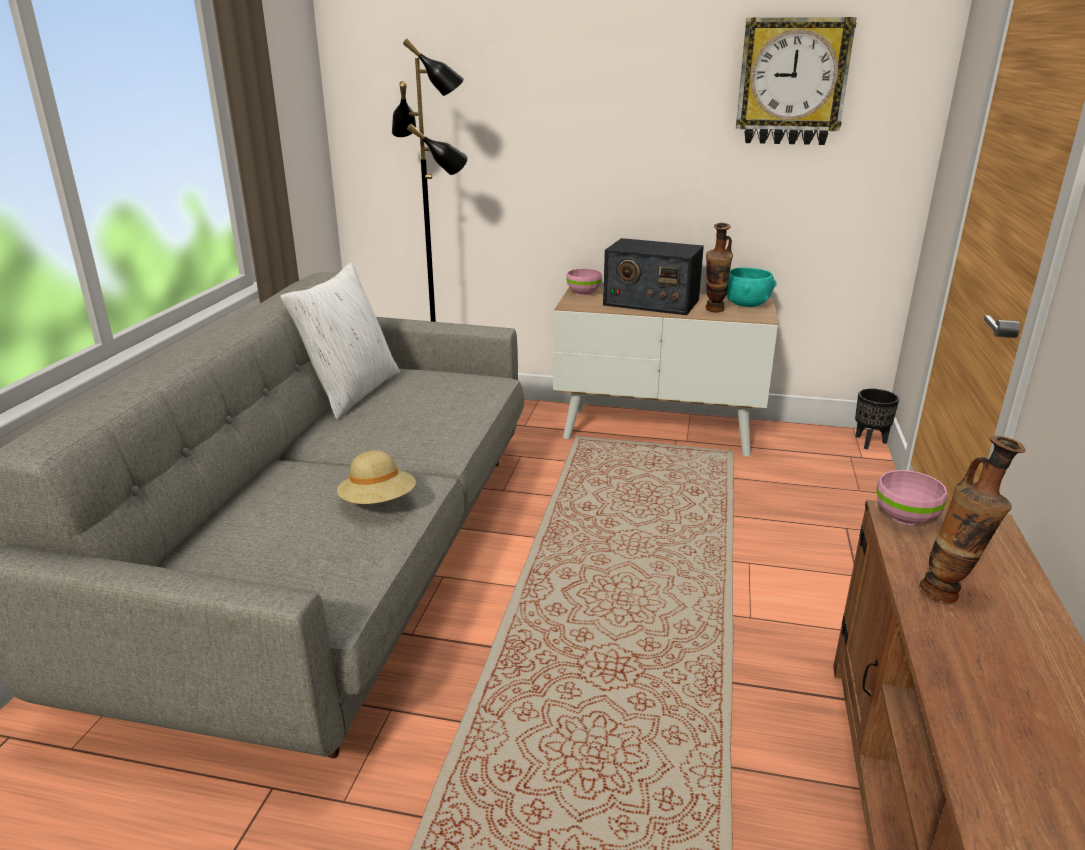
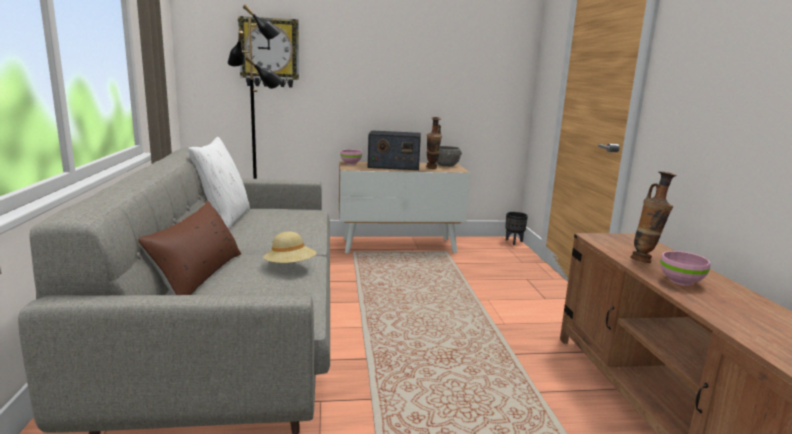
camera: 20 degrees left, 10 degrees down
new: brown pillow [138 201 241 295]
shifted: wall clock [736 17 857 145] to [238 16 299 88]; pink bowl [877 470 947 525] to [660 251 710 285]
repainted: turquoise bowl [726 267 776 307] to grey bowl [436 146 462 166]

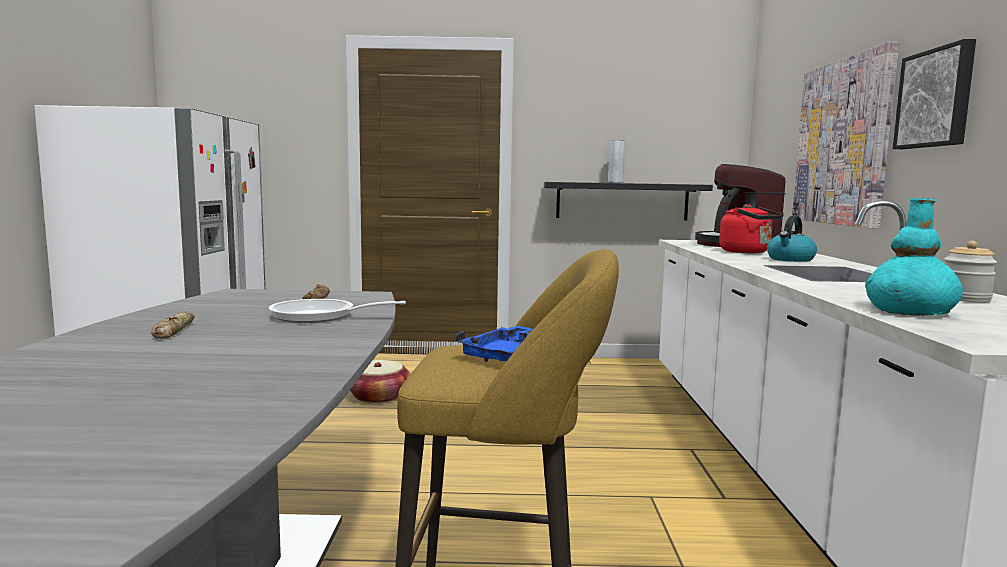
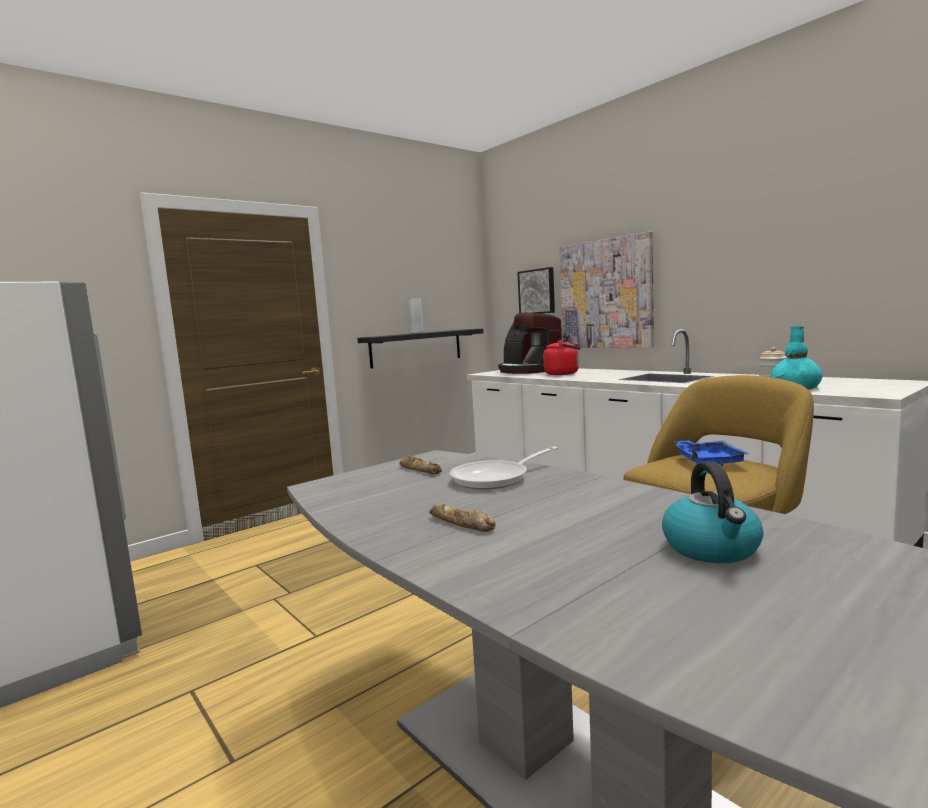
camera: 40 degrees left, 0 degrees up
gone: basket [350 360 410 403]
shifted: kettle [767 216 817 262] to [662 461 764 563]; picture [893 39 976 149] to [517 267 555 313]

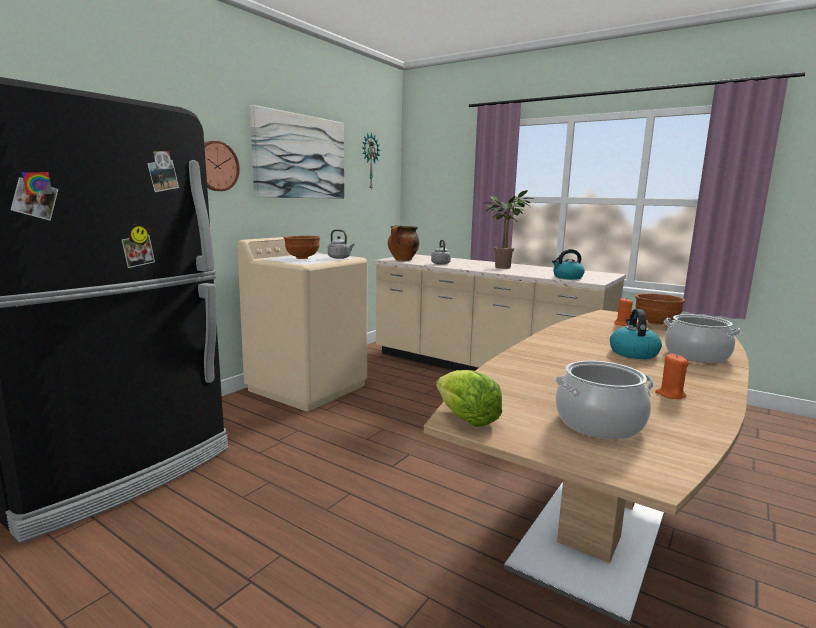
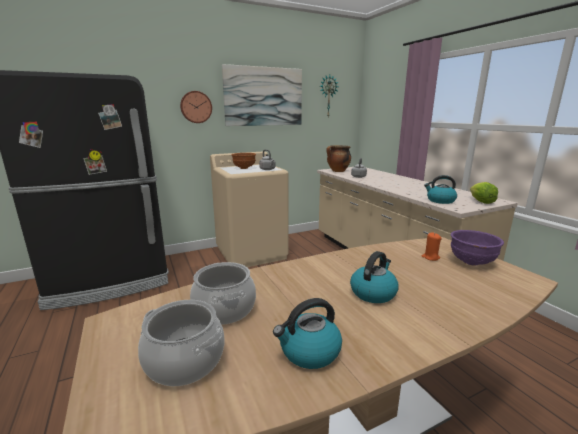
camera: 30 degrees right, 5 degrees up
gone: potted plant [485 190 534 269]
shifted: lettuce [436 370 502 426] to [470 182 498 204]; cooking pot [664 314 742 363] to [190 262 256 325]
swapped: orange candle [655 354 689 399] to kettle [273 298 342 369]
repainted: brown bowl [635 294 685 325] to purple bowl [450 230 504 266]

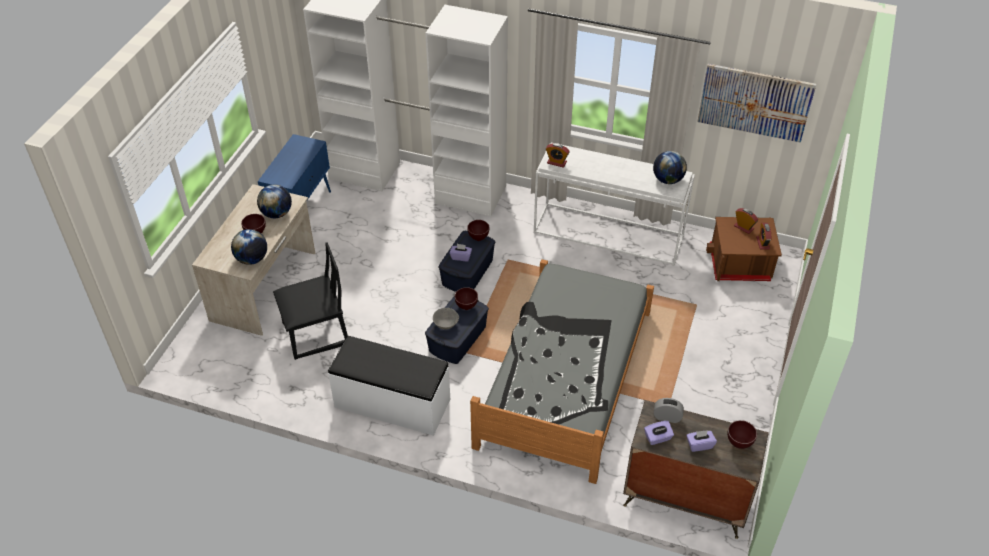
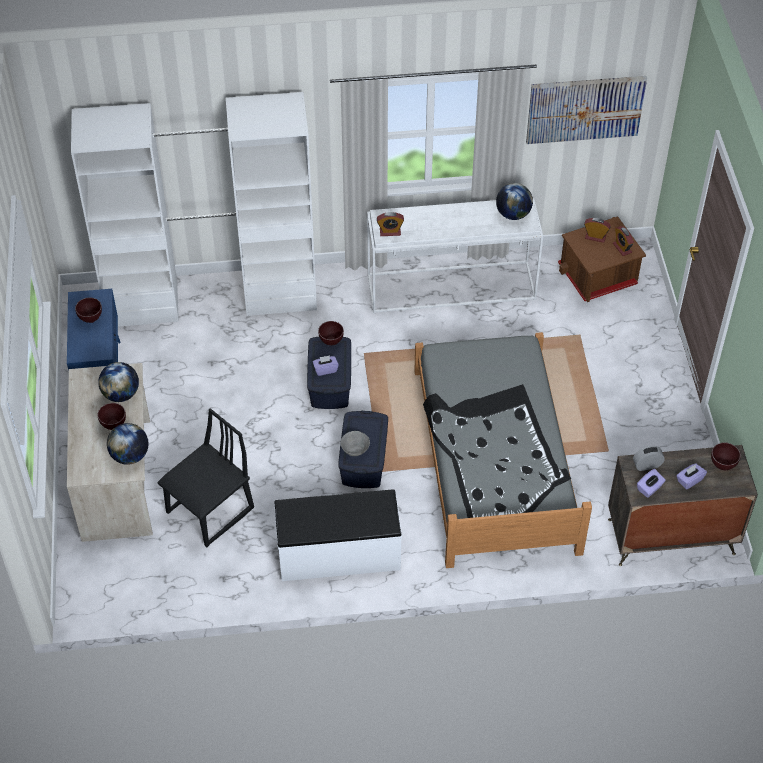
camera: 25 degrees left, 5 degrees up
shifted: brown bowl [455 287 478 310] to [75 298 102 323]

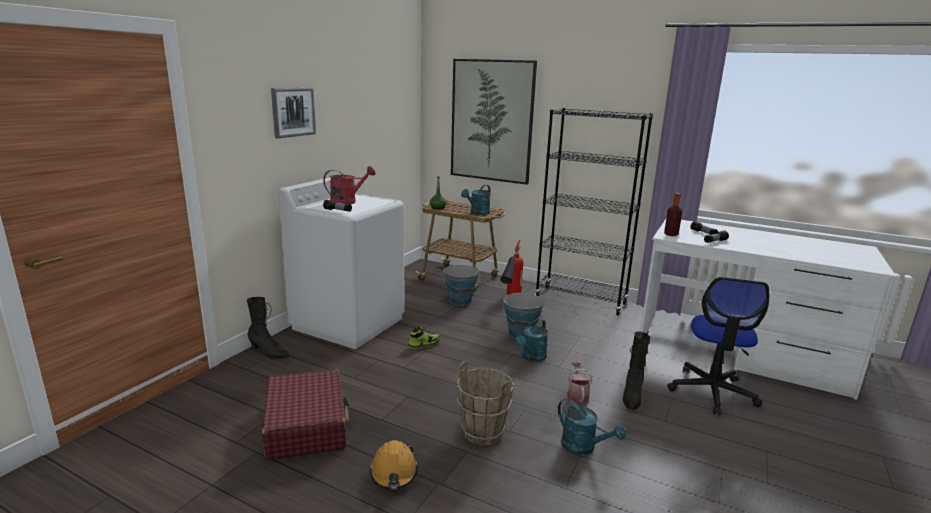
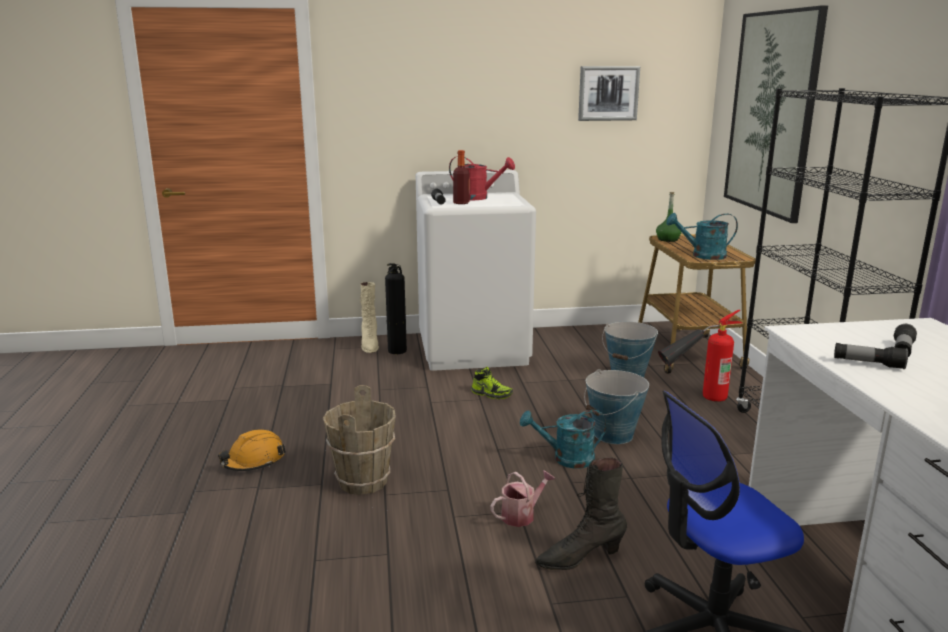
camera: 55 degrees right, 0 degrees up
gone: red suitcase [262 369 349 461]; turquoise watering can [558 398 626 455]
new: fire extinguisher [385 263 407 354]
shifted: picture [271 88 316 139] to [578 66 640 121]; bottle [664 193 682 236] to [453 150 469 204]
repainted: black boot [247 297 289 360] to beige boot [360 282 379 353]

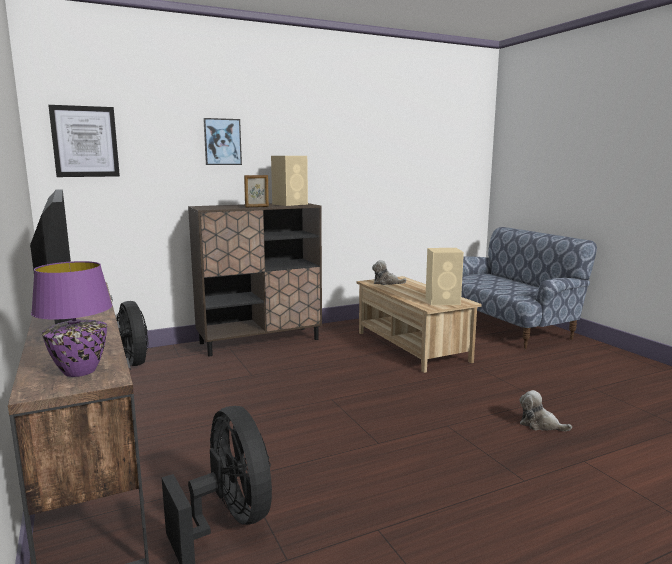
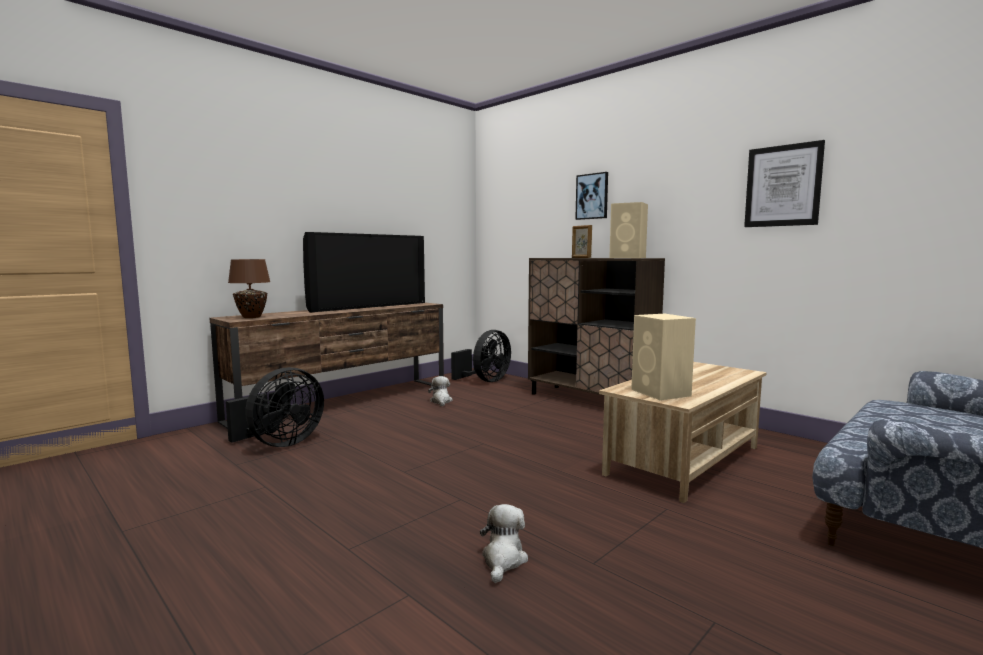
camera: 70 degrees right, 5 degrees down
shifted: picture [48 105 120 177] to [744 140 825 227]; plush toy [372 260 407 285] to [428 376 453 406]
repainted: purple table lamp [31 261 112 377] to brown table lamp [228 259 270 318]

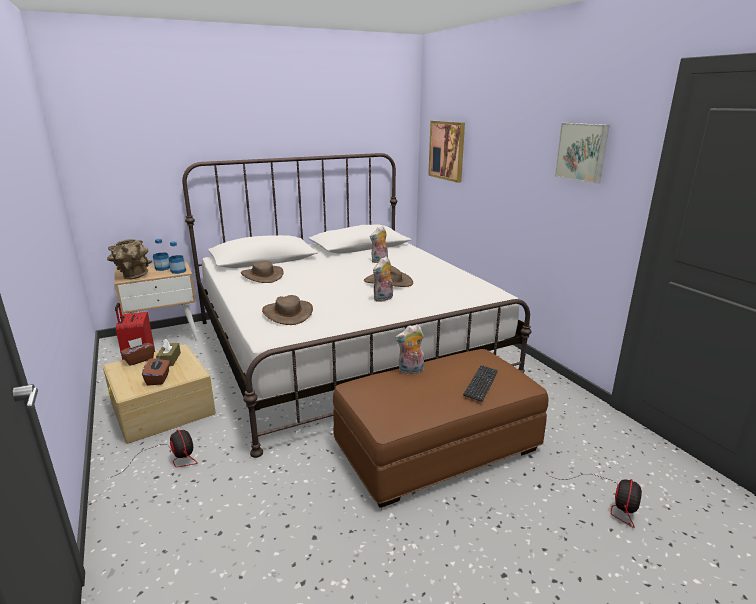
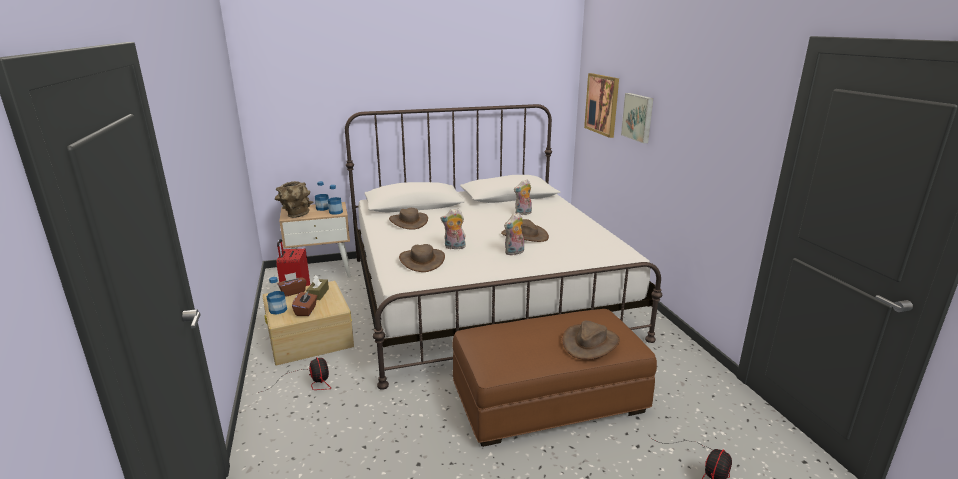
camera: 10 degrees right, 0 degrees up
new: bottle [267 277 287 314]
shifted: plush toy [395 324 424 375] to [440 209 466 249]; picture [555 123 610 184] to [621 93 653 143]
swapped: keyboard [463 365 498 402] to brown hat [563 321 620 359]

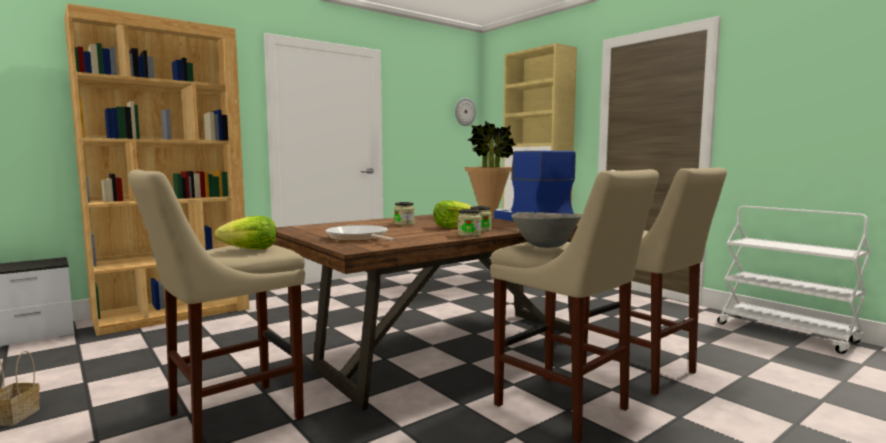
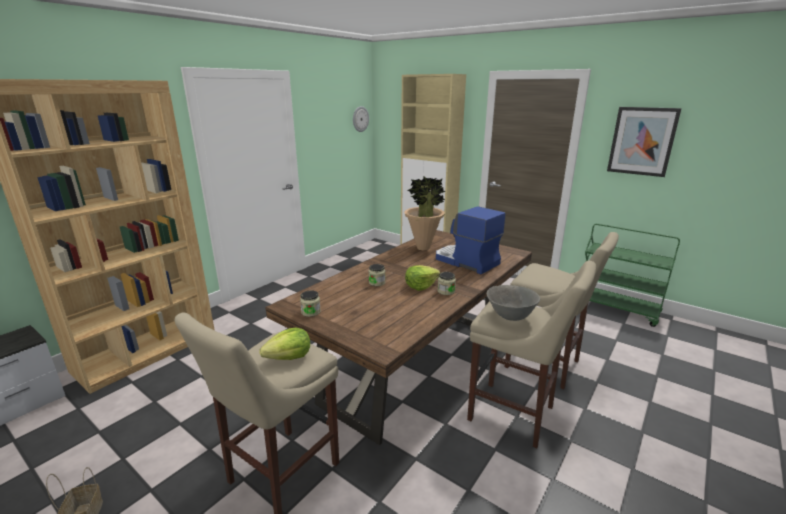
camera: 15 degrees left, 15 degrees up
gone: frying pan [326 225 396 241]
new: picture [607 107 682 177]
shifted: jar [458 209 481 237] to [300 290 321 317]
repainted: white cart [717 206 870 354] to green cart [585 223 680 327]

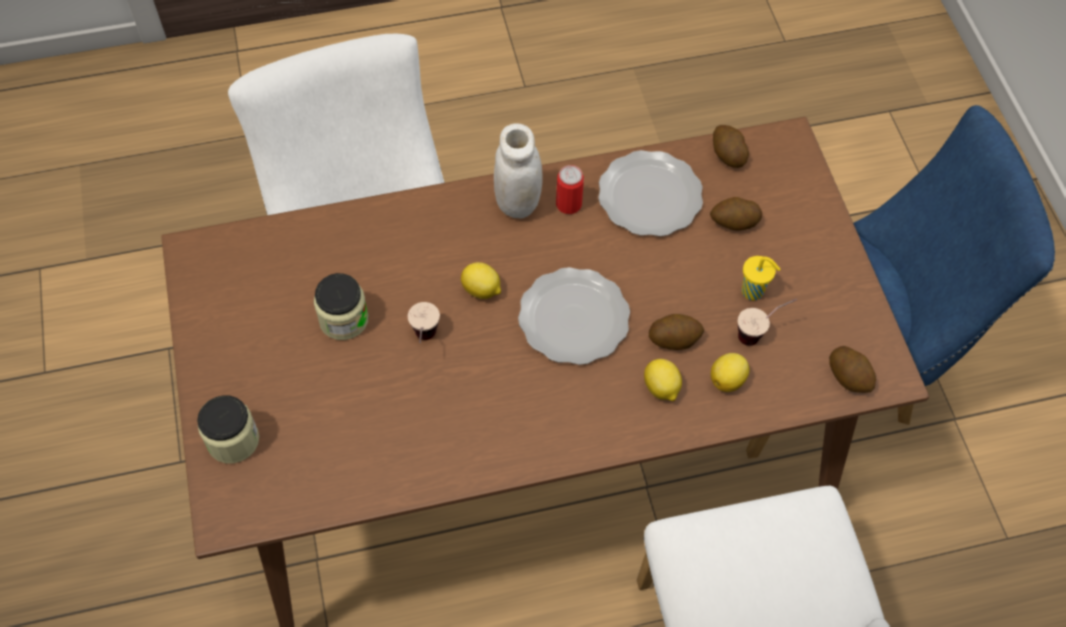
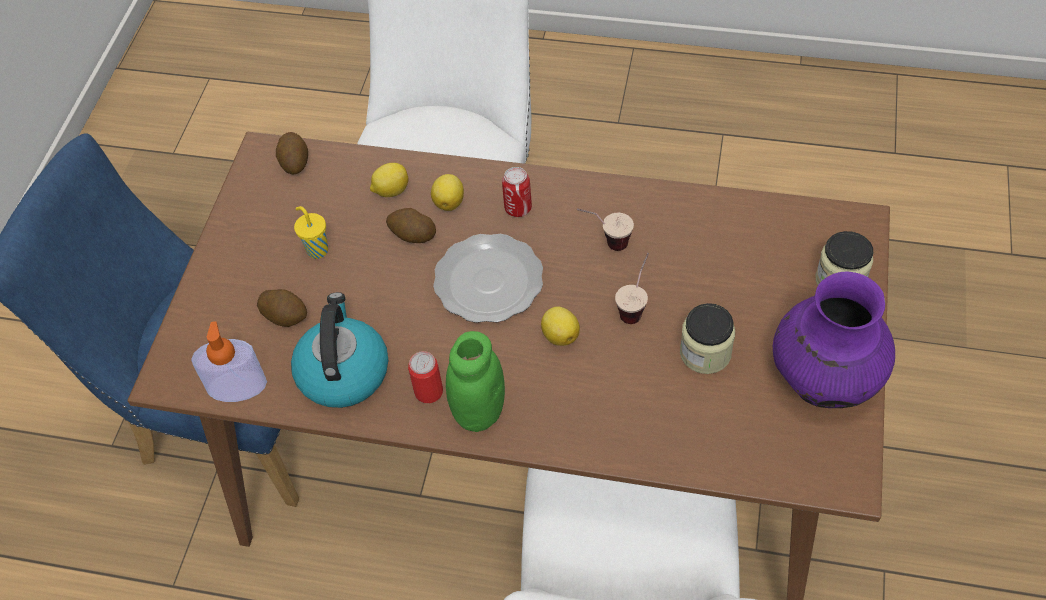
camera: 150 degrees left, 5 degrees down
new: can [502 167 532 217]; purple vase [773 272 895 408]
shifted: cup [738 299 797 346] to [577 208 634 251]
swapped: plate [598 150 703 237] to kettle [291 292 388 408]; potato [713 125 749 168] to soap dispenser [191 321 267 402]
repainted: white jar [494 123 543 219] to green jar [446 331 505 432]

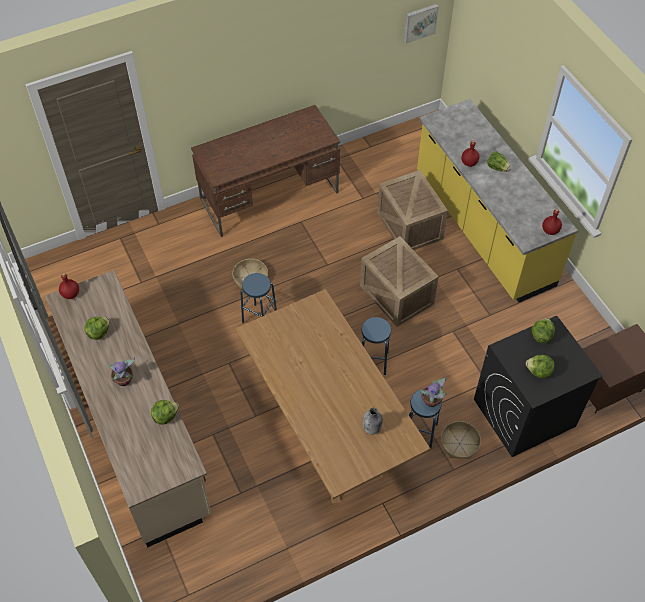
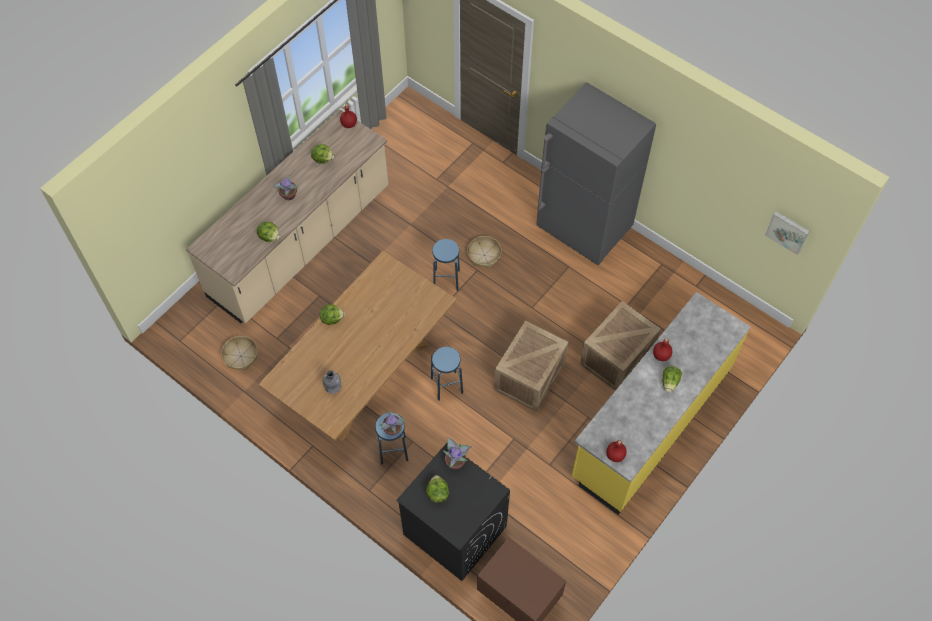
camera: 65 degrees right, 5 degrees up
new: potted plant [443 437 472 469]
shifted: basket [441 421 481 459] to [221 336 258 370]; lettuce [532 318 555 343] to [320 304 345 325]
swapped: brown desk [191 105 340 237] to grey fridge [536 82 656 265]

